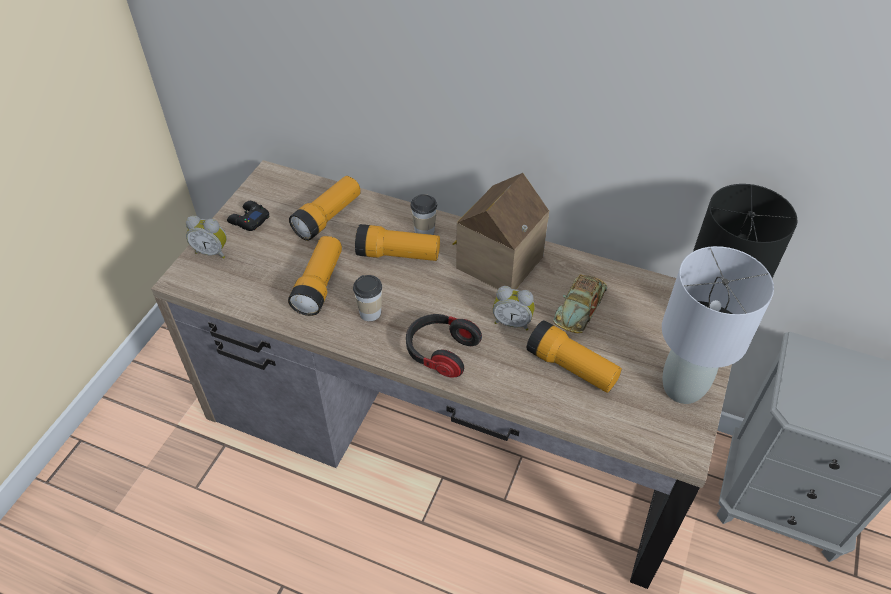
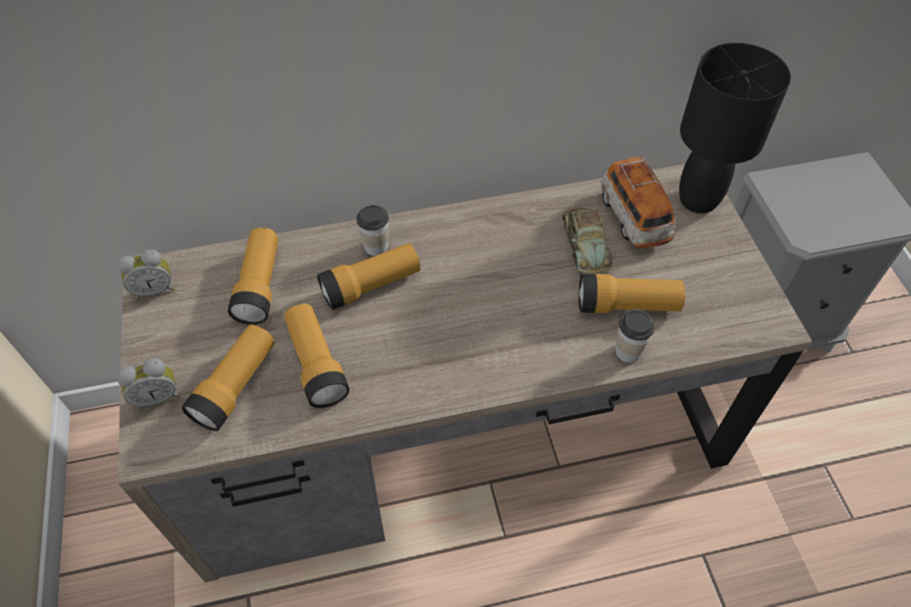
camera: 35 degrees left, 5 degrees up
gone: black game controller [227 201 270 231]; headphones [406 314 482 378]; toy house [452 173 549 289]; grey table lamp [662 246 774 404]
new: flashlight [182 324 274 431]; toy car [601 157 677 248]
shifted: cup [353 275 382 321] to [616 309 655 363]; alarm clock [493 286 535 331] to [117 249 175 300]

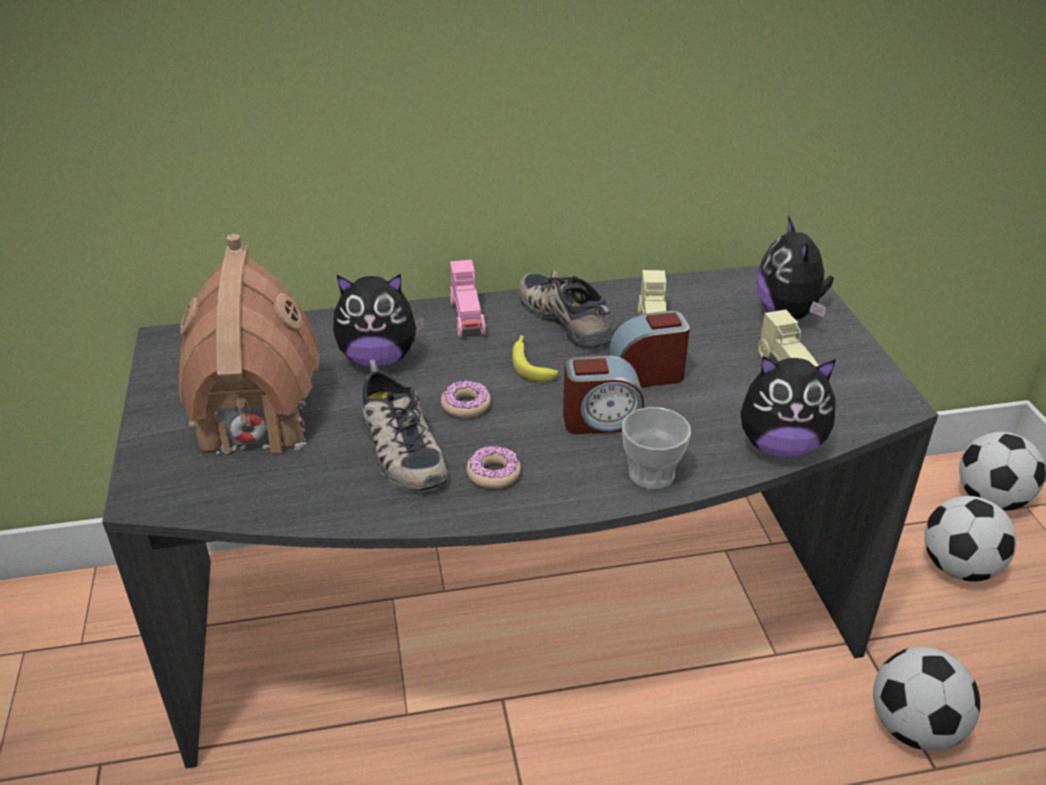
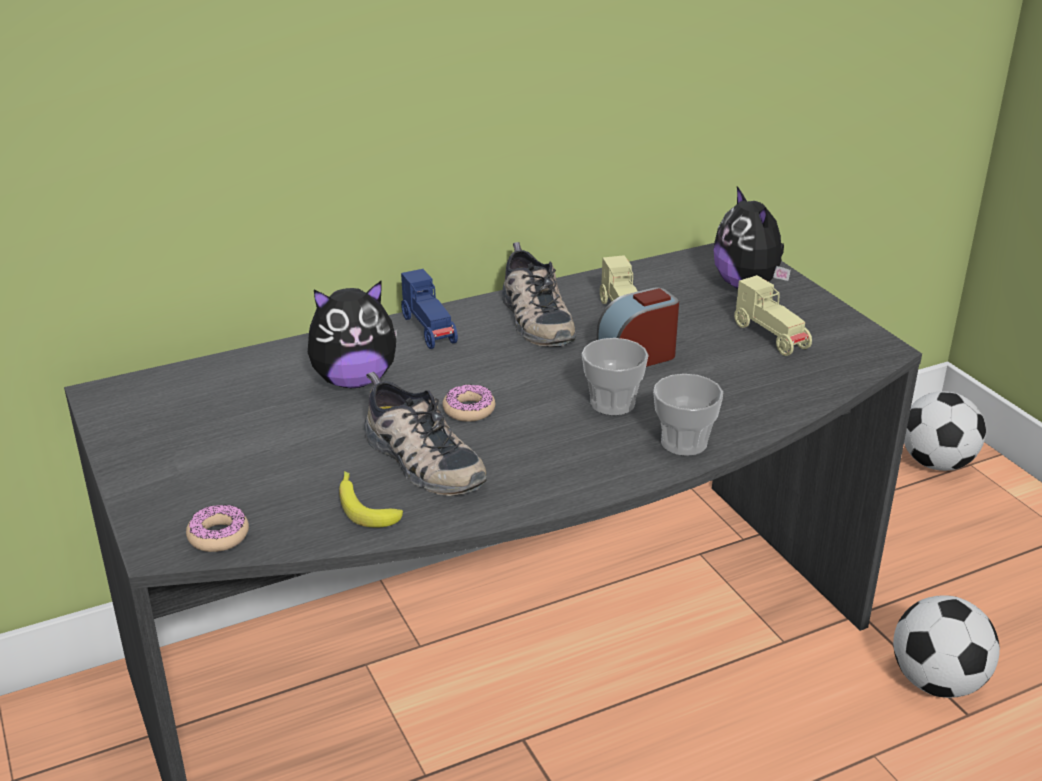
camera: 15 degrees left, 5 degrees down
gone: toy house [179 234 320 456]; plush toy [741 356 838 458]; football [924 496 1017 582]
shifted: donut [467 446 521 489] to [186 505 249 552]; banana [512 335 558 382] to [339 471 403 528]
swapped: alarm clock [563 355 644 434] to cup [582 338 649 415]
repainted: pink toy car [450 260 486 338] to blue toy car [401 269 458 349]
rotated: shoe [519 270 612 350] = [502 242 576 347] 150 degrees counterclockwise

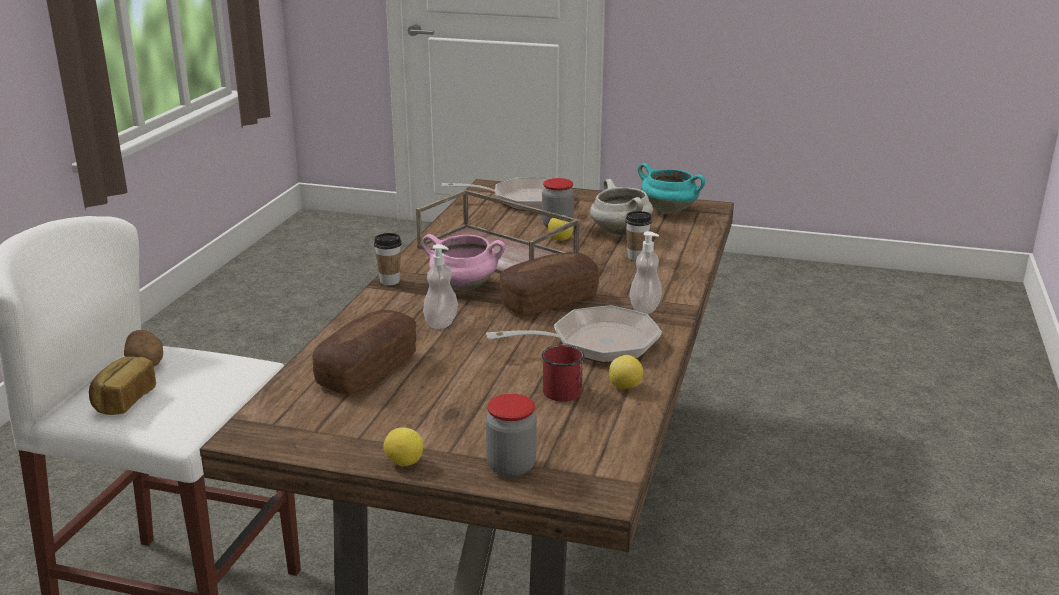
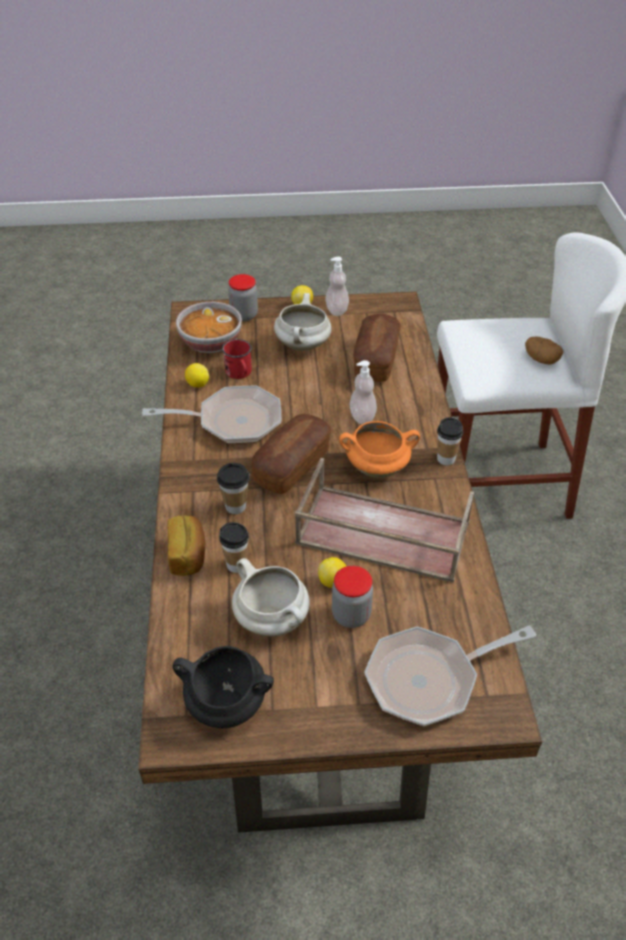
camera: 160 degrees right, 20 degrees up
new: bowl [176 302 242 353]; cup [217 463 250 514]; white cooking pot [274 293 332 351]
shifted: bread [89 357 156 415] to [167 515 205 576]; soap dispenser [629 231 662 314] to [325 257 349 316]
repainted: pink cooking pot [422 234 505 291] to orange cooking pot [339 421 420 478]; turquoise cooking pot [638 163 705 214] to black cooking pot [172 646 274 728]
rotated: frying pan [486 305 662 363] = [142 386 281 444] 150 degrees counterclockwise

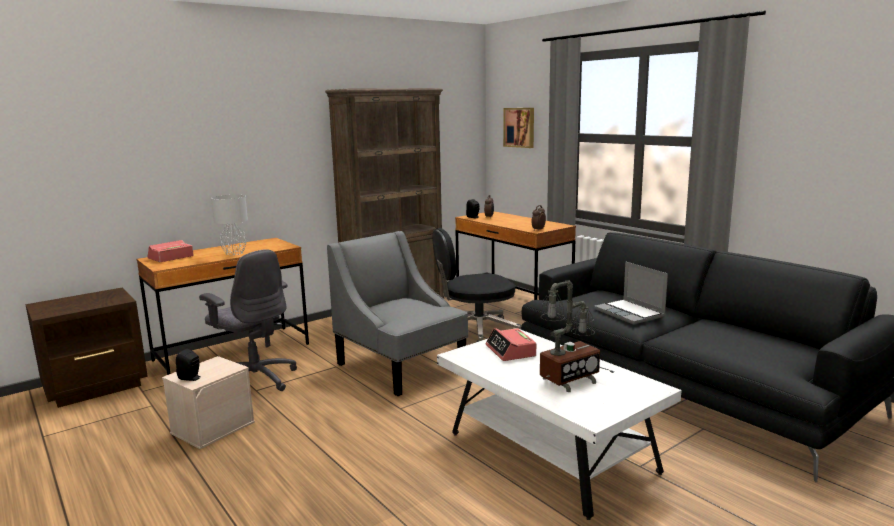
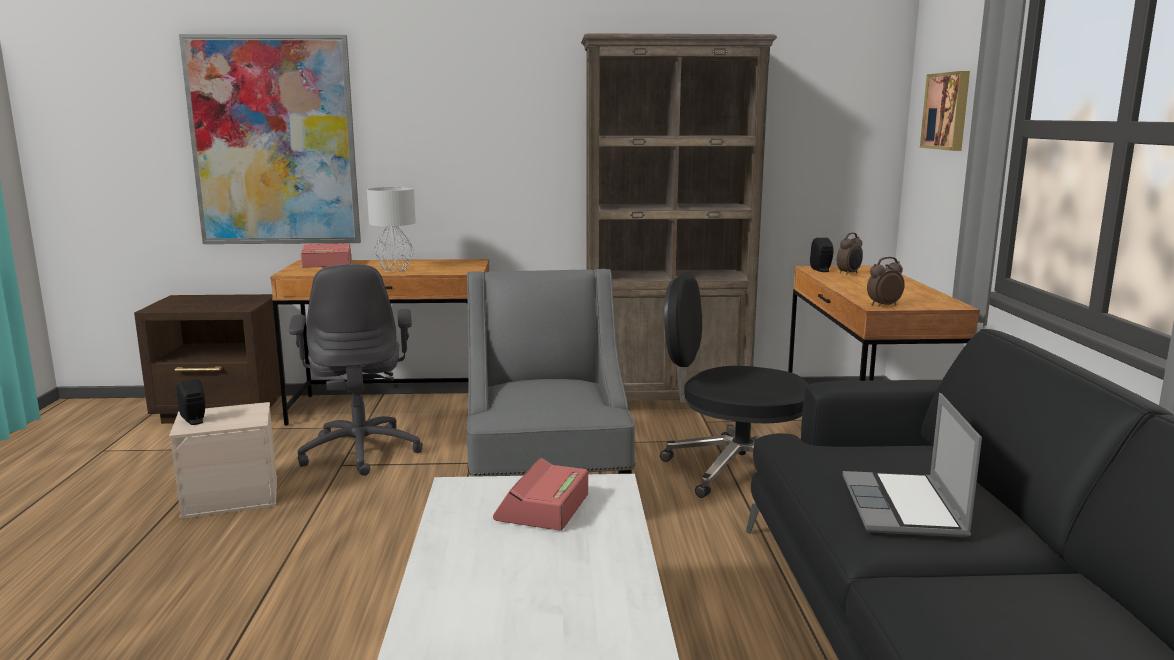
camera: 35 degrees right, 0 degrees up
gone: table lamp [540 280 614 392]
new: picture [179 34 361 244]

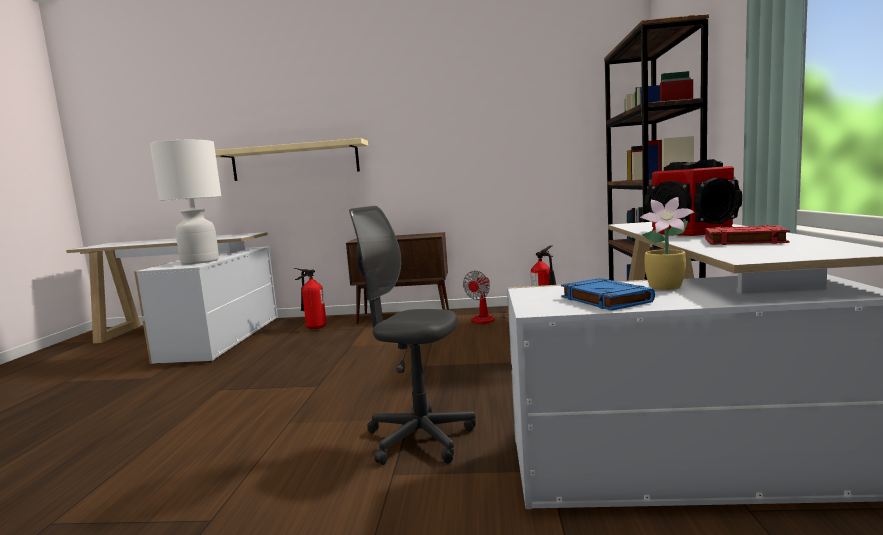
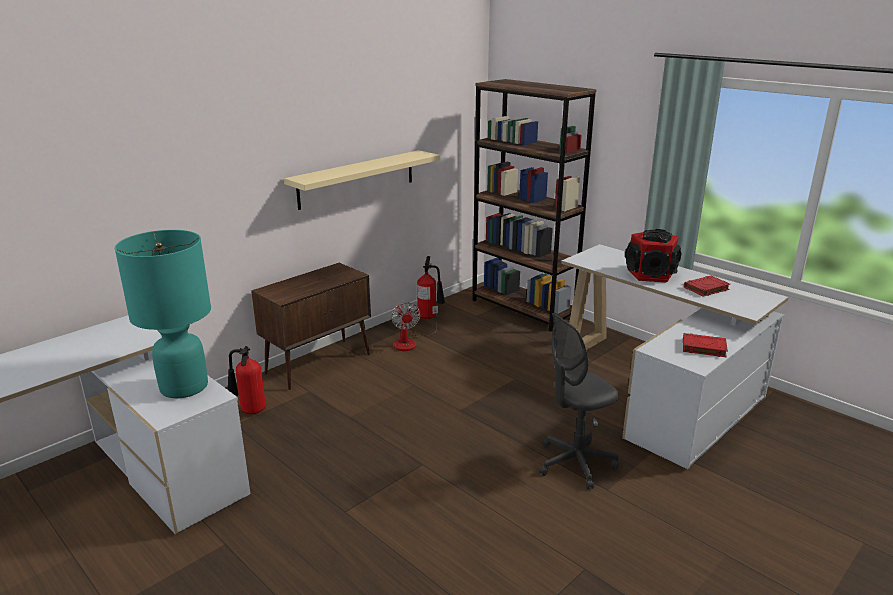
camera: 50 degrees left, 15 degrees up
gone: potted plant [640 197 695 290]
shifted: beige shelf [215 138 368 181] to [284 150 440 210]
repainted: white table lamp [150 140 221 264] to turquoise table lamp [115 230 211 398]; blue book [561 278 655 311] to red book [683 333 728 357]

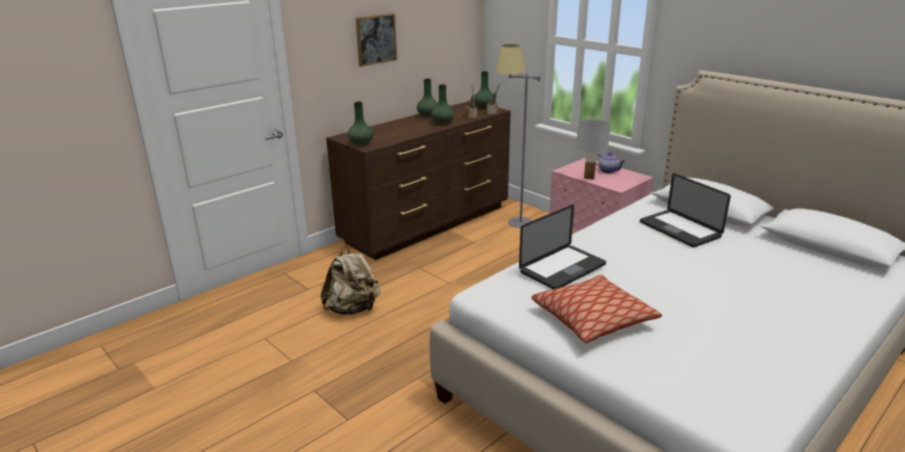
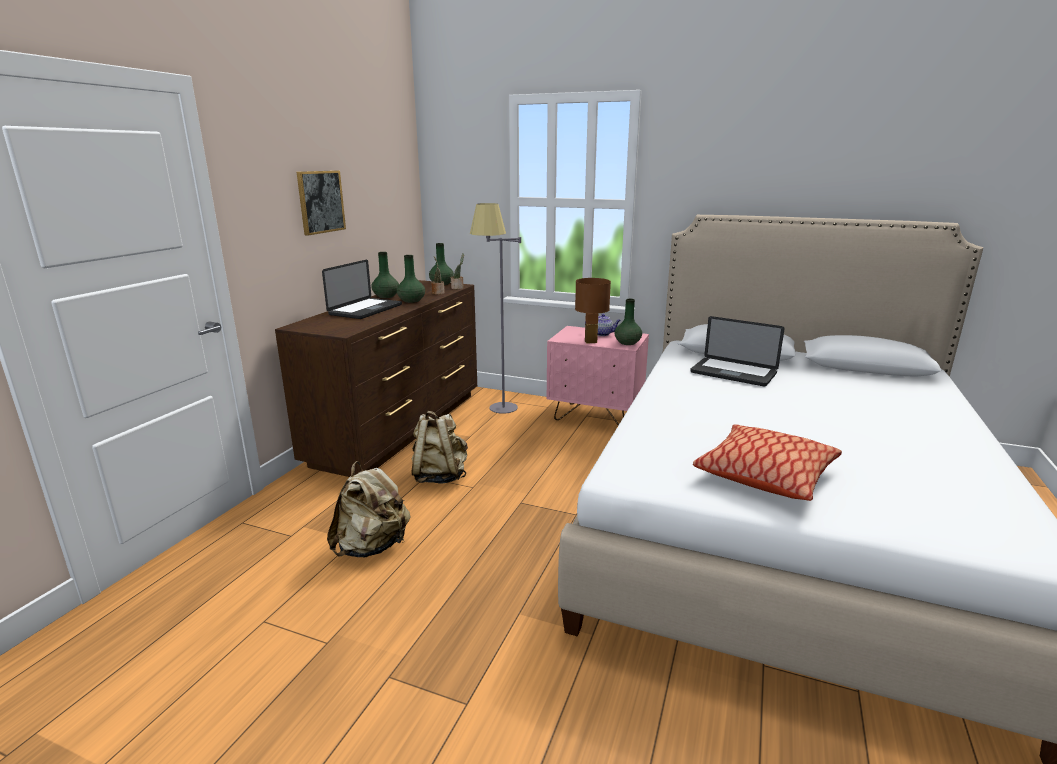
camera: 25 degrees left, 5 degrees down
new: beige backpack [411 411 468 484]
shifted: green vase [348 102 373 145] to [614 299 642 345]; laptop [519 205 606 289] to [322 260 402 319]
repainted: white table lamp [576 119 610 179] to brown table lamp [575 278 611 344]

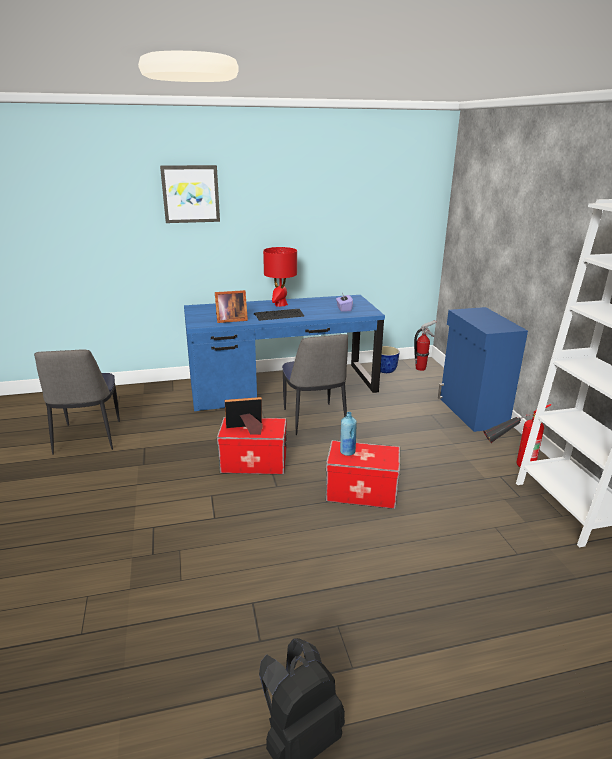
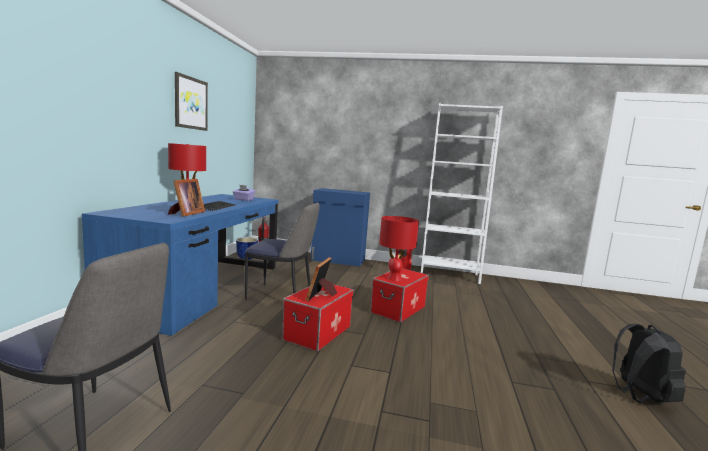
camera: 65 degrees left, 15 degrees down
shifted: picture [160 165 220 223] to [175 72 208 131]
swapped: blue bottle [340 412 357 456] to red table lamp [379 216 419 281]

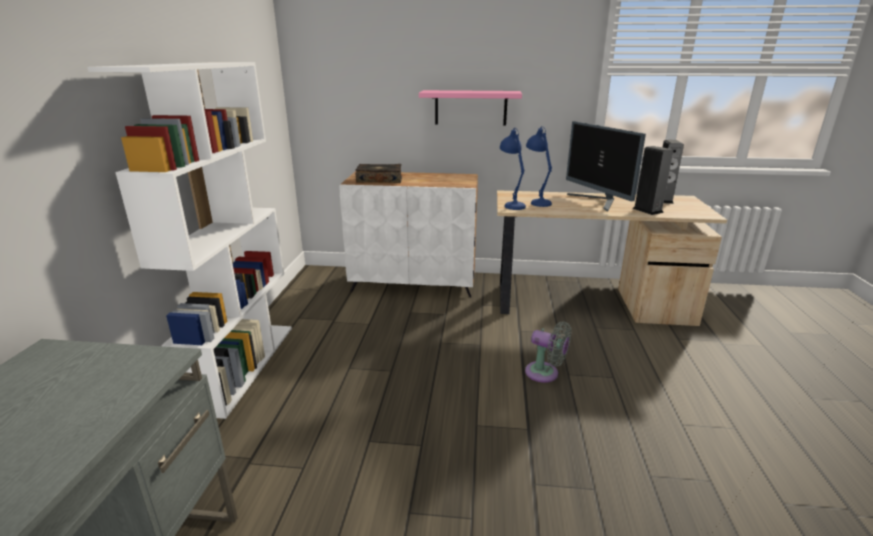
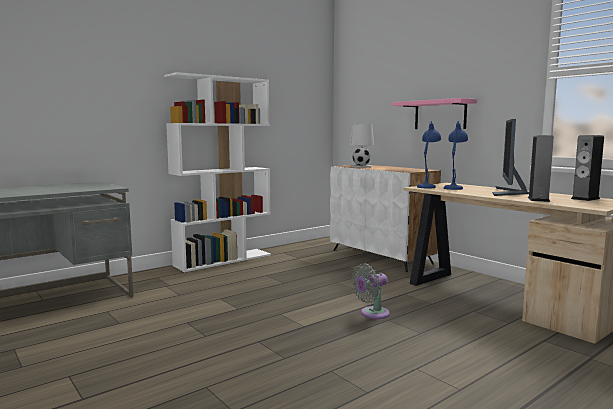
camera: 45 degrees right, 15 degrees down
swapped: book [356 164 402 183] to white table lamp [350 124 374 168]
rotated: grey fan [525 322 571 383] = [352 263 390 319] 75 degrees clockwise

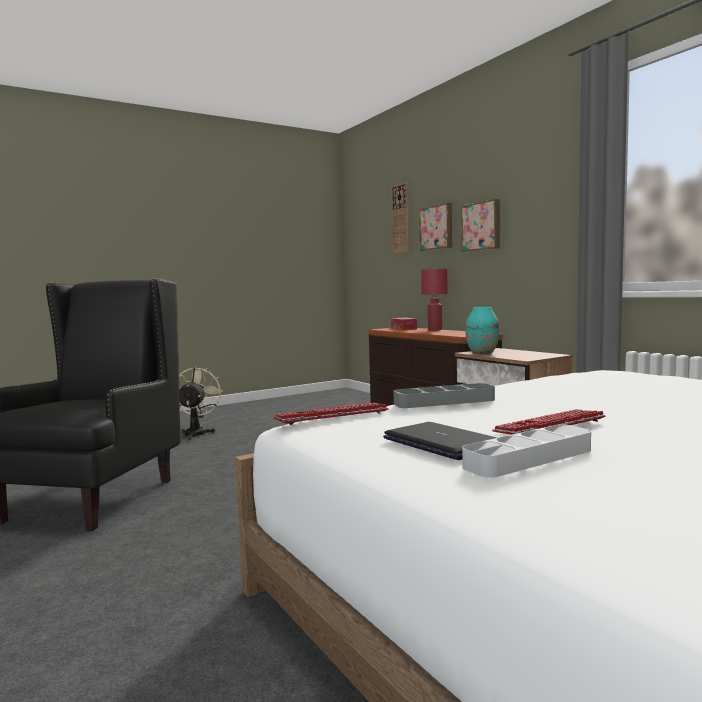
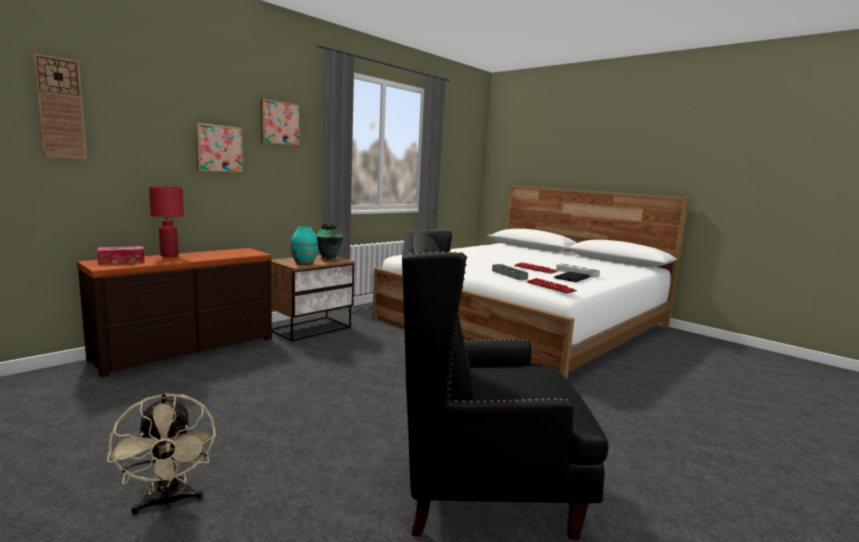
camera: 105 degrees left, 5 degrees up
new: vase [315 224 343 260]
shifted: picture [419 203 452 251] to [260 99 301 147]
rotated: beige fan [179 368 223 440] = [107 393 216 515] 105 degrees counterclockwise

